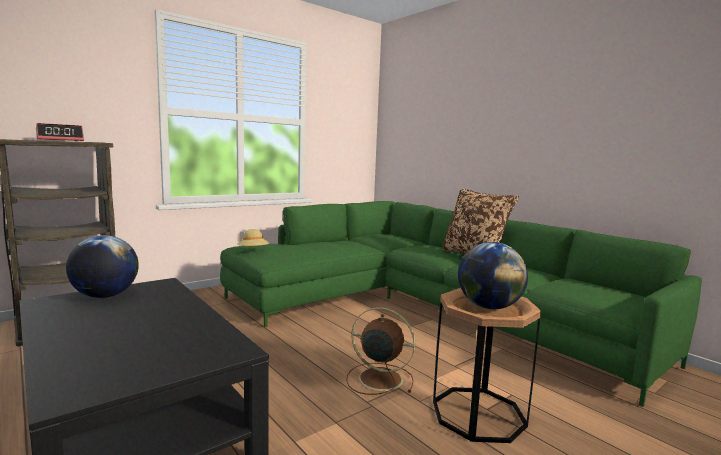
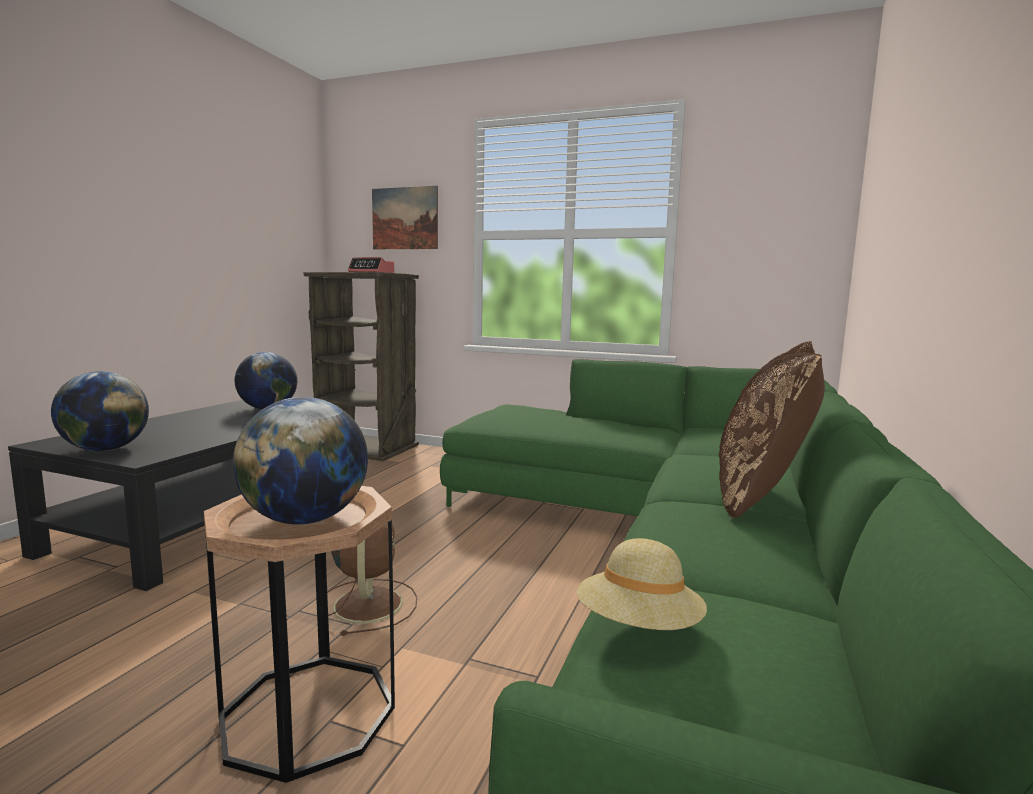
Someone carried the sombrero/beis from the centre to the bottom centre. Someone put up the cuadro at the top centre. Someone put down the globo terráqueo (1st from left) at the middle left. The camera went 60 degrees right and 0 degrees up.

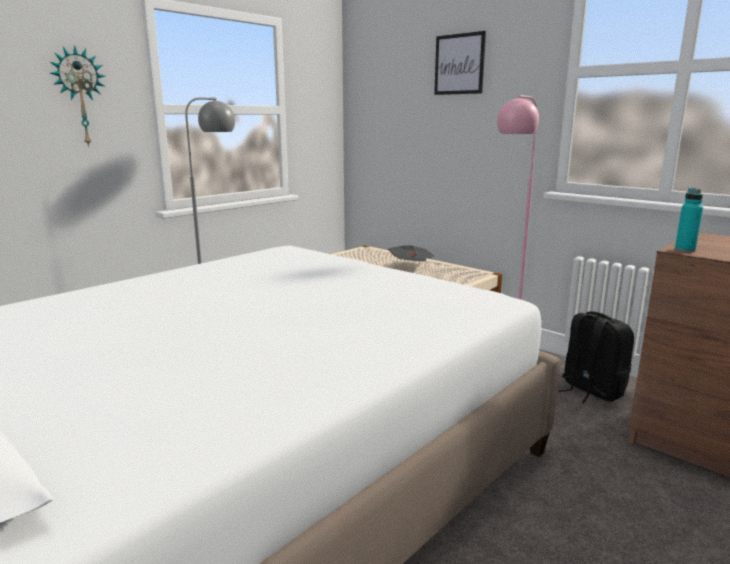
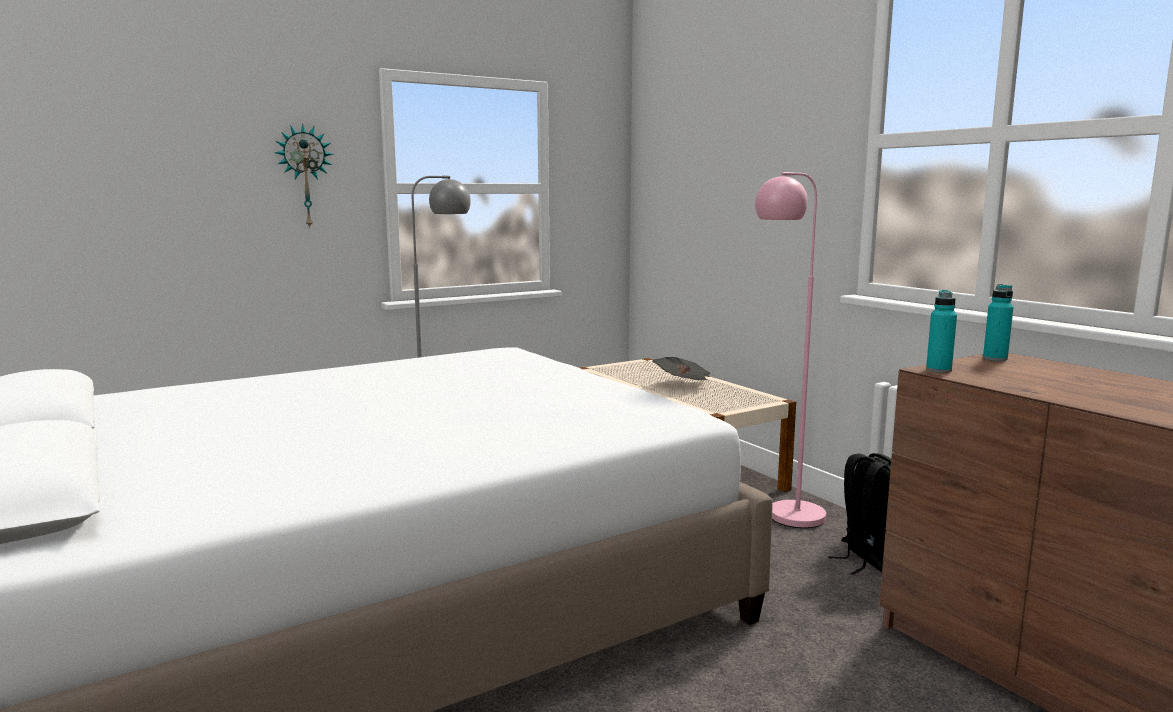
Someone took away the cuadro at the top centre. Someone put down the botella/turquesa (2nd from left) at the middle right. The camera went 15 degrees right and 5 degrees down.

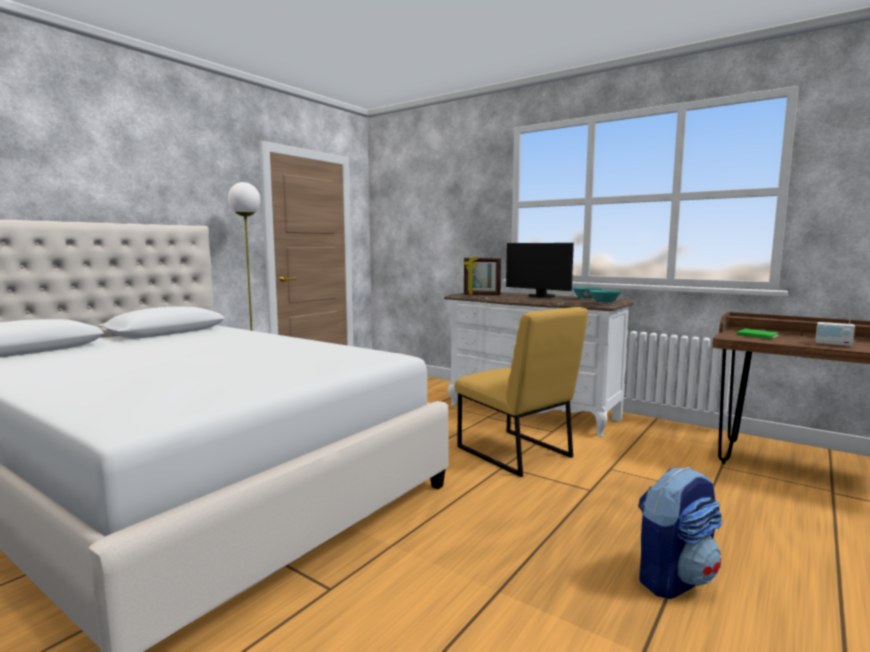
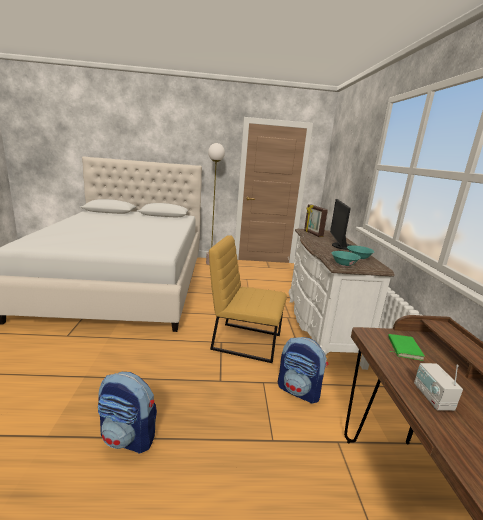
Someone rotated the silla/amarillo at the centre by 90 degrees clockwise. Someone put down the mochila (2nd from left) at the bottom centre. The camera went 50 degrees right and 10 degrees up.

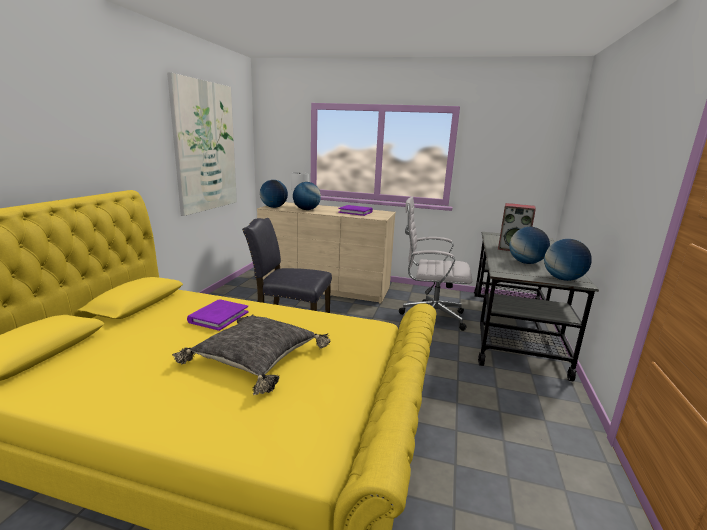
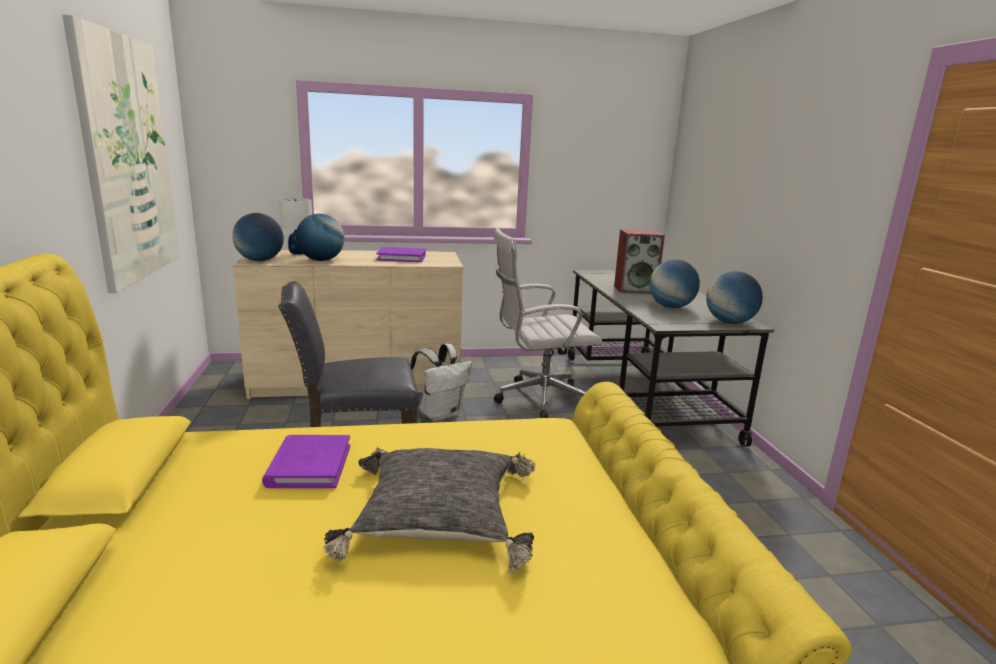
Someone put down the mochila/blanco at the centre. The camera went 25 degrees left and 0 degrees up.

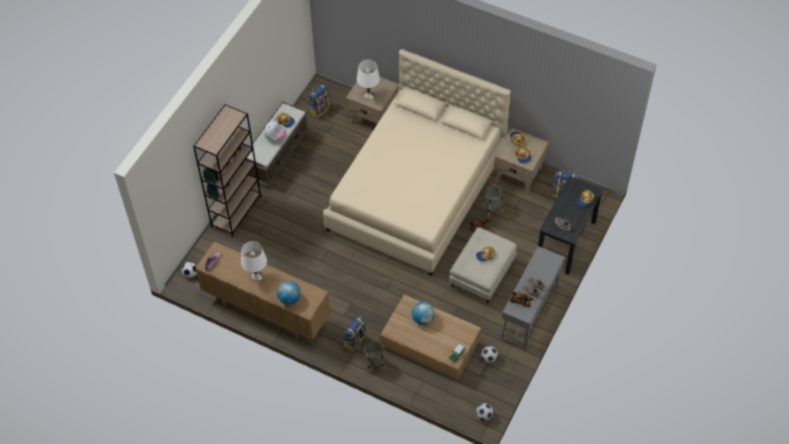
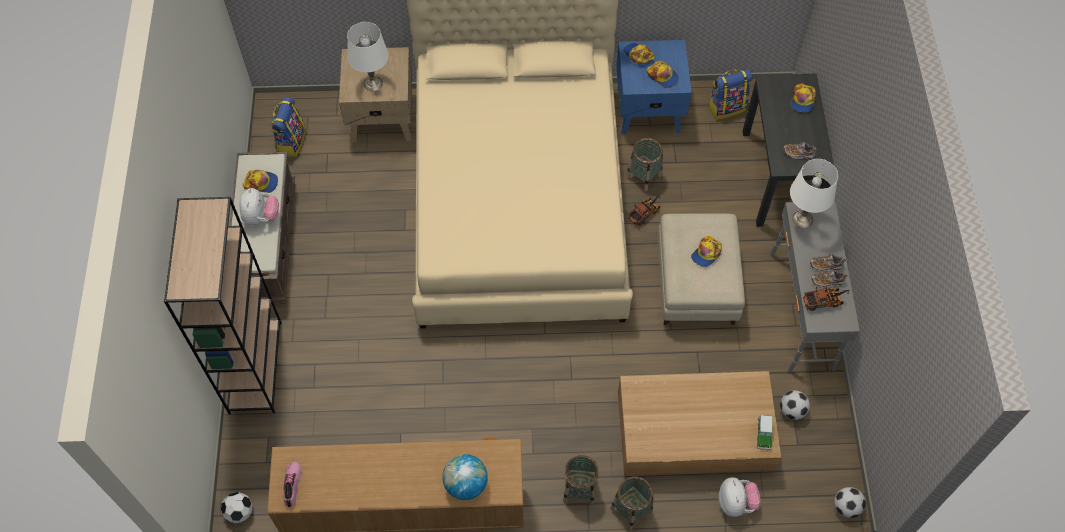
Someone repainted the mesita de noche/beis (2nd from left) at the centre, which became the mesita de noche/azul at the top centre. Someone carried the lámpara de mesa/blanco (1st from left in the first image) from the middle left to the middle right. Someone took away the globo terráqueo (2nd from left) at the bottom centre. Someone swapped the mochila (2nd from left) at the bottom centre for the cesta (1st from left) at the bottom centre. Someone put down the peluche (2nd from left) at the bottom right. The camera went 30 degrees left and 5 degrees up.

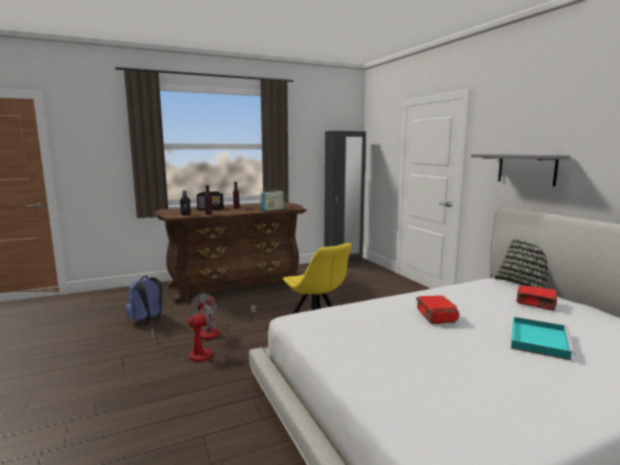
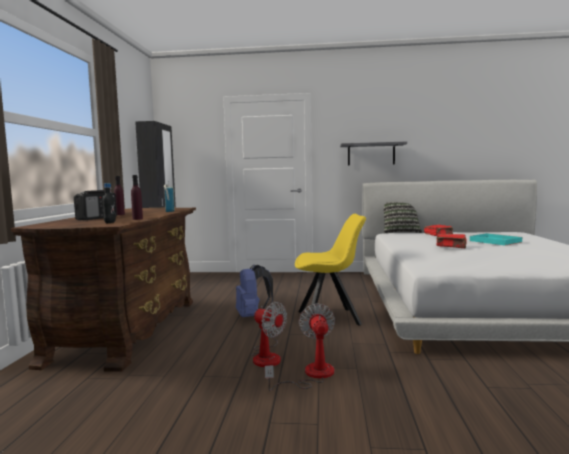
Someone carried the mochila/azul from the middle left to the centre. The camera went 60 degrees left and 5 degrees down.

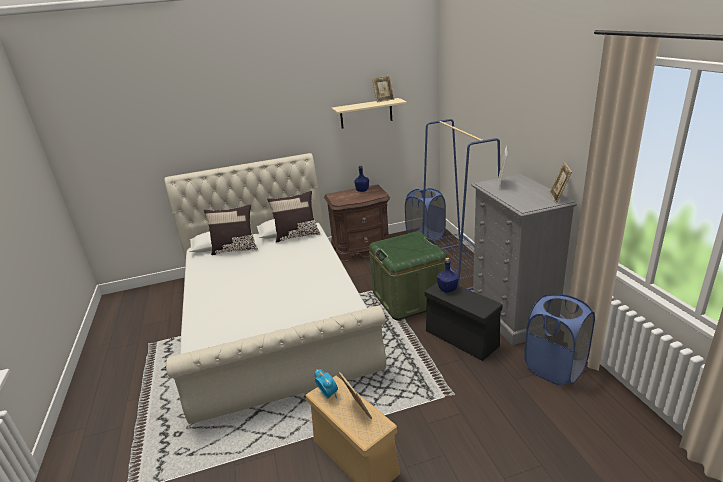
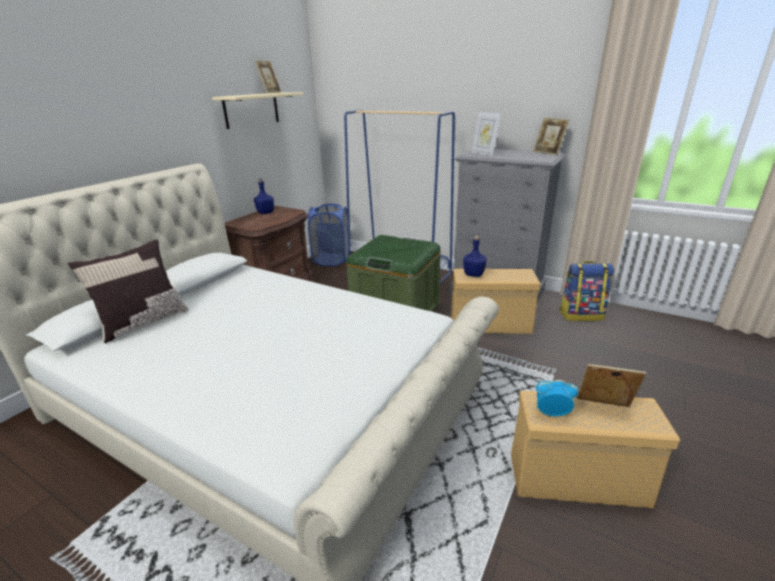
Someone took away the cojín (2nd from left) at the centre. Someone repainted the caja de almacenaje/negro at the bottom centre, which became the caja de almacenaje/beis (1st from left) at the centre. Someone swapped the cesto de la ropa/azul (2nd from left) at the bottom right for the mochila at the middle right. The camera went 45 degrees left and 0 degrees up.

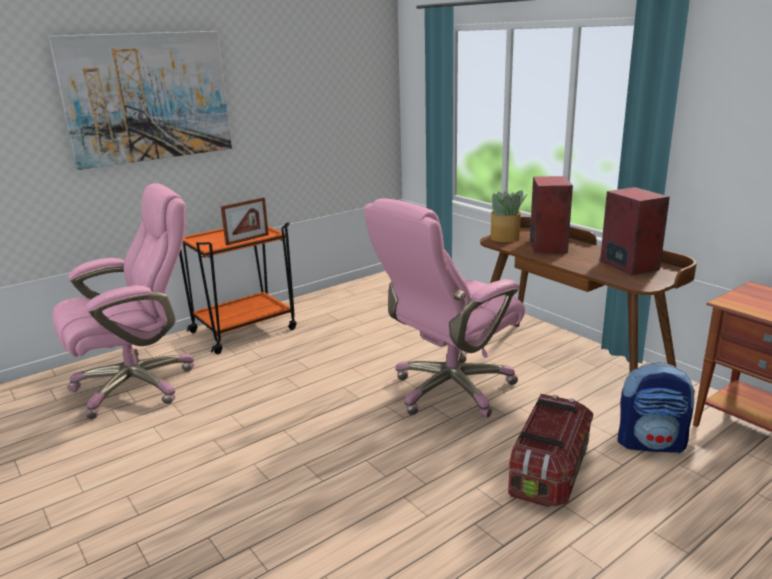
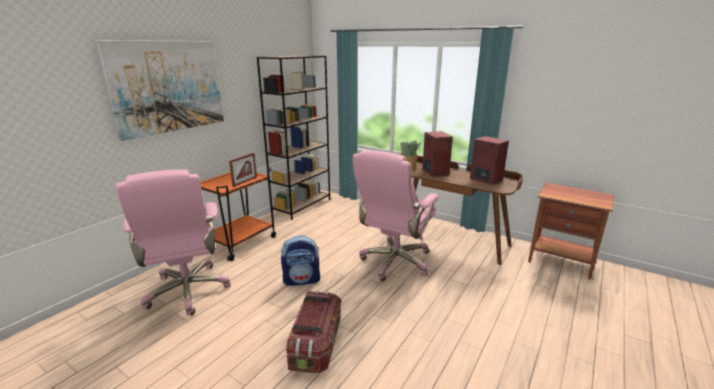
Someone rotated the silla de oficina/rosa (1st from left) at the middle left by 120 degrees clockwise. Someone carried the mochila from the bottom right to the bottom centre. Someone carried the caja de almacenaje from the bottom right to the bottom centre. Someone put down the estantería/beis at the centre. The camera went 20 degrees left and 0 degrees up.

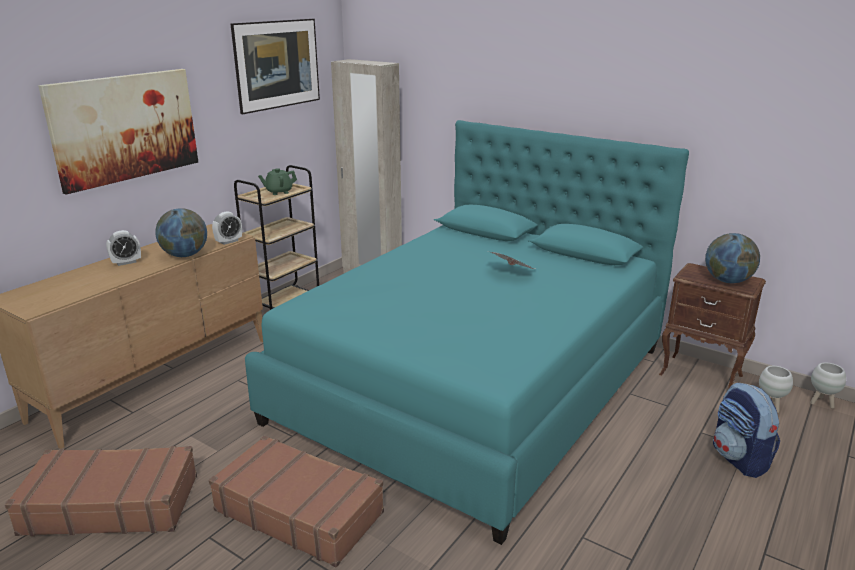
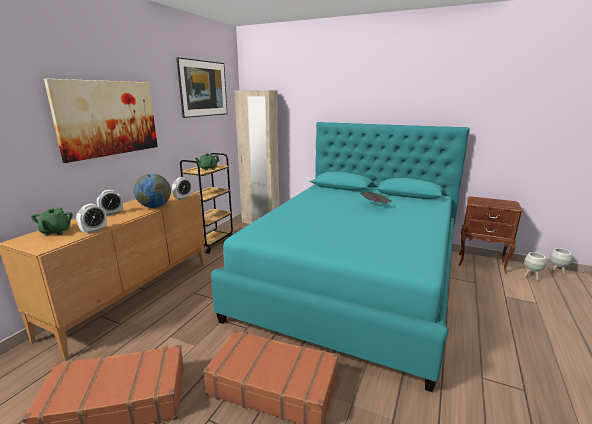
Someone took away the globo terráqueo (2nd from left) at the middle right. Someone took away the mochila at the bottom right. Someone put down the despertador (1st from left) at the middle left. Someone put down the tetera/verde (1st from left) at the middle left. The camera went 10 degrees left and 5 degrees down.

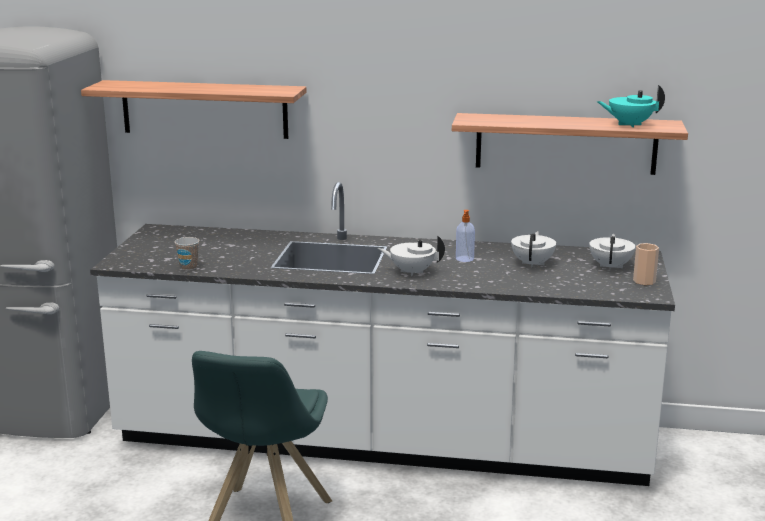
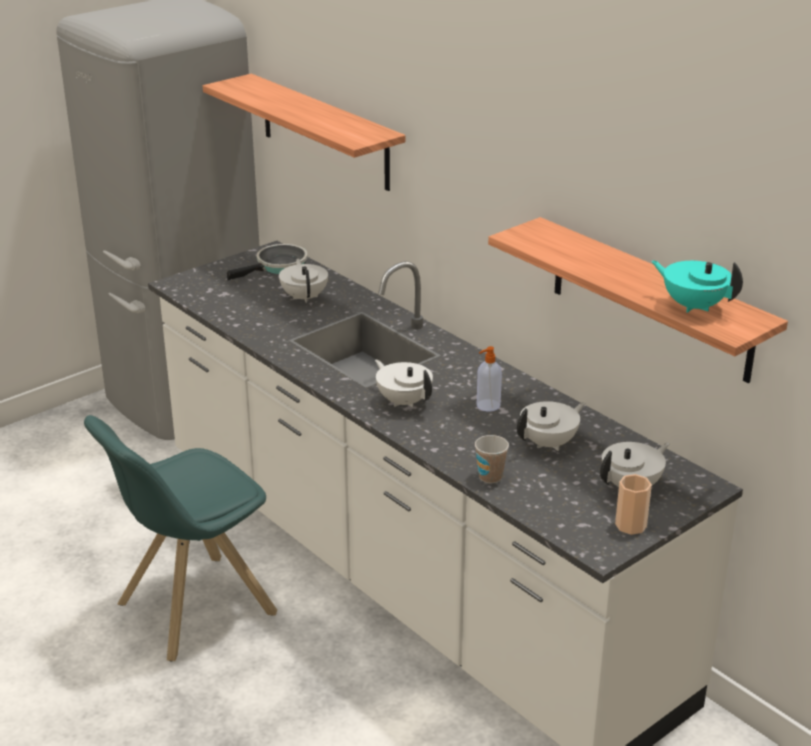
Someone carried the taza (1st from left) from the middle left to the centre. Someone put down the sartén at the middle left. Someone put down the tetera/blanco (1st from left) at the centre. The camera went 40 degrees right and 10 degrees up.

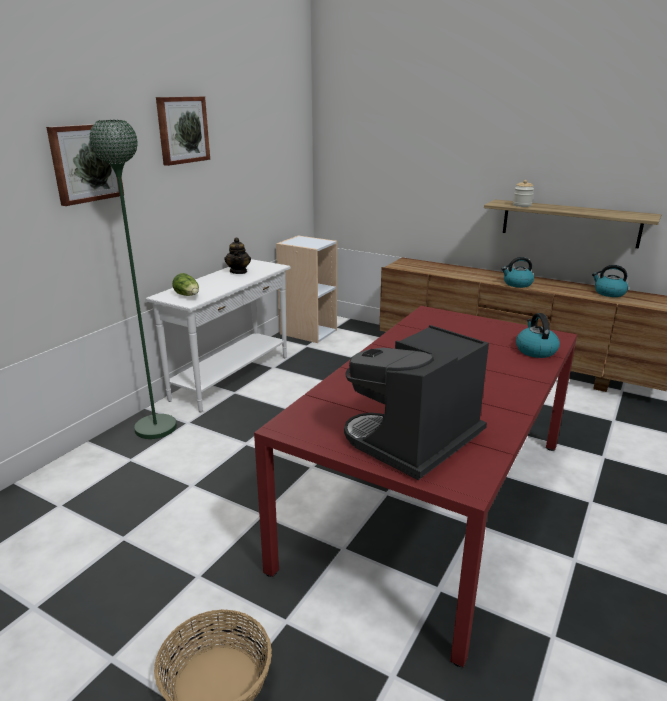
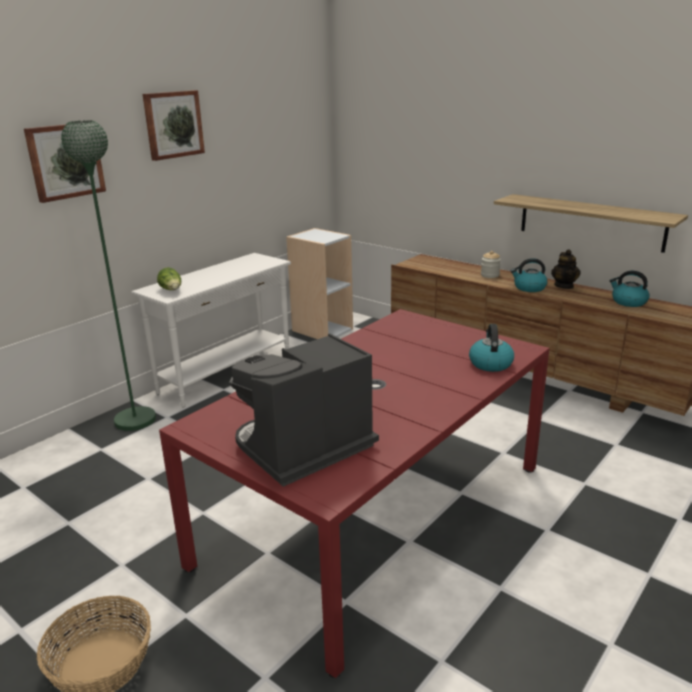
Someone carried the tarro from the top right to the middle right. Someone carried the tetera from the centre to the middle right. The camera went 10 degrees right and 0 degrees up.

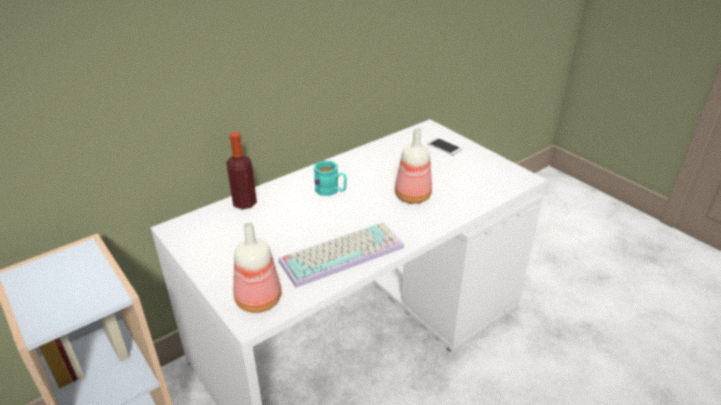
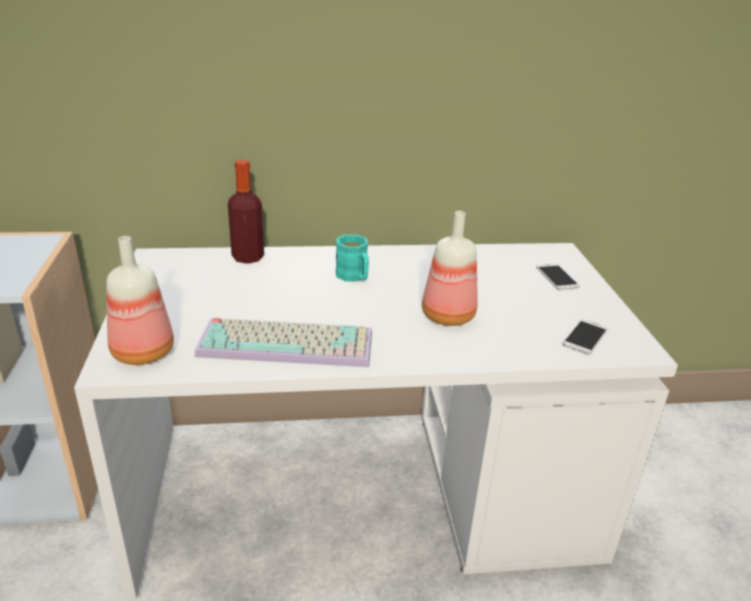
Someone put down the móvil (2nd from left) at the middle right. The camera went 30 degrees right and 5 degrees down.

